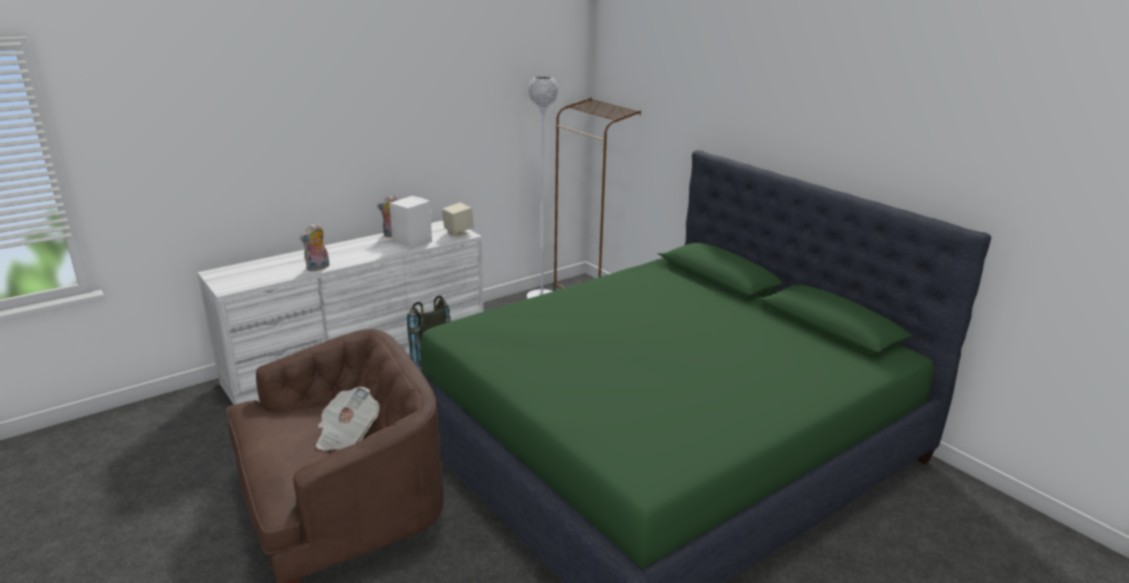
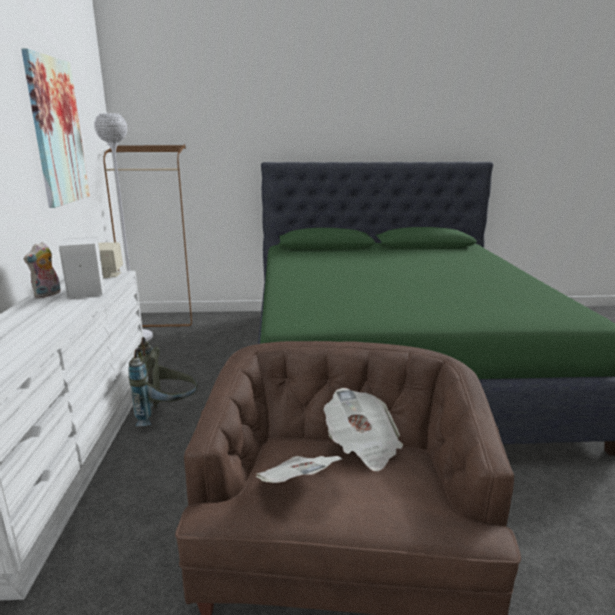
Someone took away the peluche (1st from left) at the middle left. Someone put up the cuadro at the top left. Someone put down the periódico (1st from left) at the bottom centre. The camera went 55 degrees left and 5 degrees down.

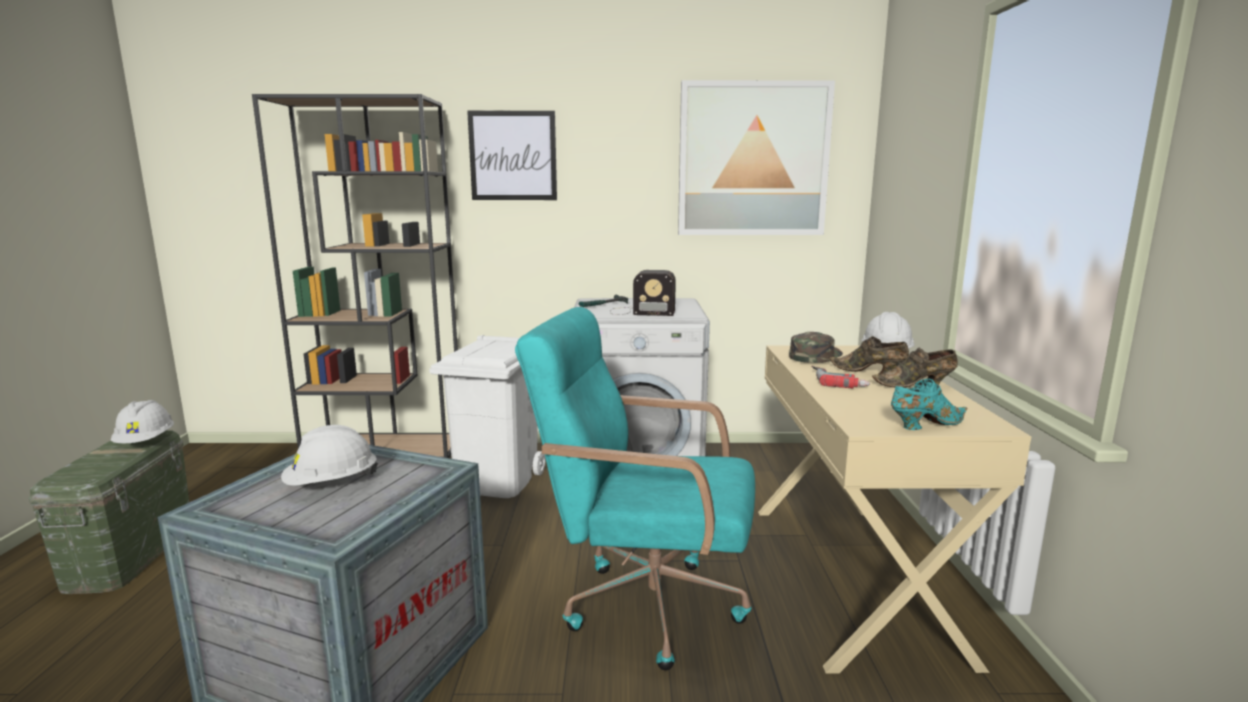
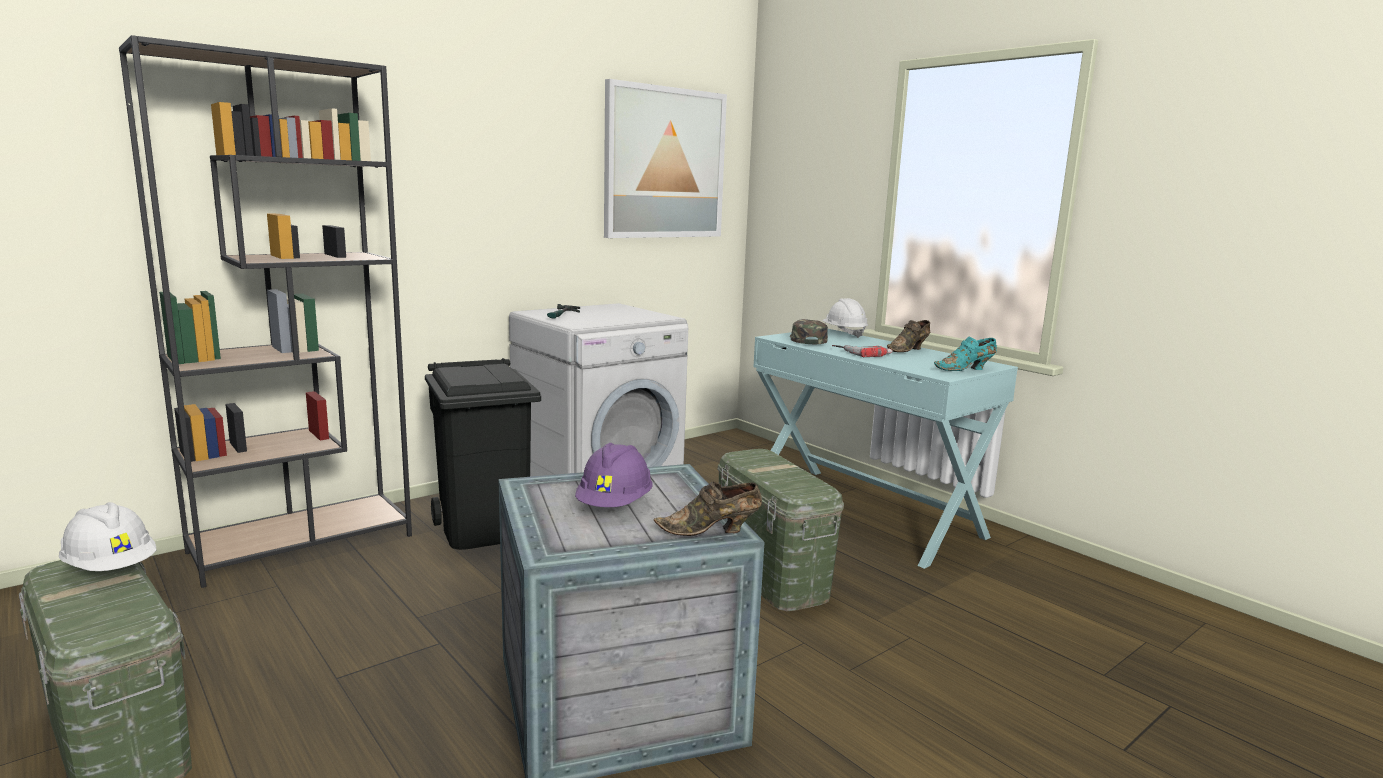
Someone took away the cuadro (1st from left) at the top centre. Someone took away the radio at the centre. Someone swapped the silla de oficina/turquesa at the bottom centre for the caja de almacenaje/verde (2nd from left) at the bottom centre. Someone repainted the papelera/blanco at the centre, which became the papelera/negro at the centre. Someone carried the zapato/marrón (1st from left) from the middle right to the centre. Someone repainted the escritorio/beis at the bottom right, which became the escritorio/turquesa at the centre. Someone rotated the zapato/turquesa at the middle right by 135 degrees counterclockwise. Someone repainted the casco/blanco (2nd from left) at the middle left, which became the casco/morado at the centre. The camera went 40 degrees left and 0 degrees up.

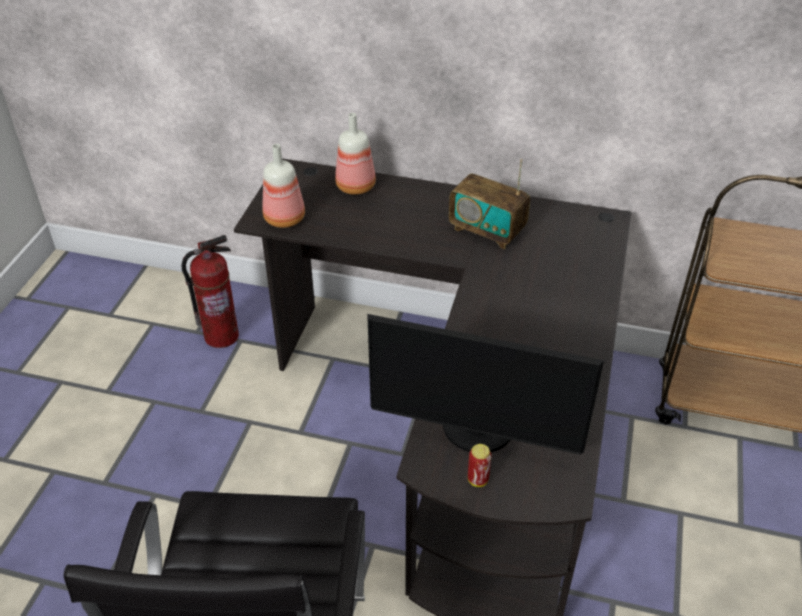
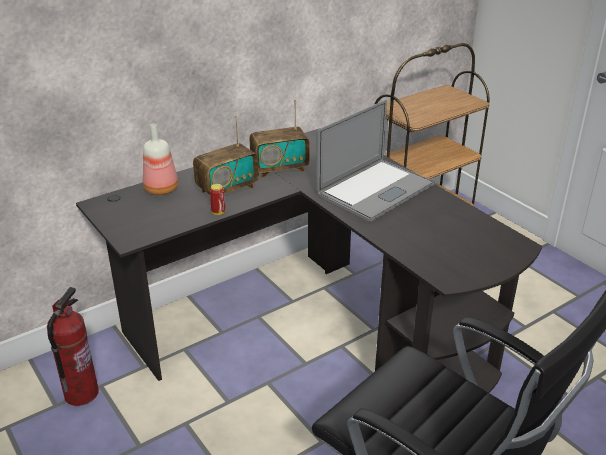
Someone took away the botella (1st from left) at the top centre. Someone took away the monitor at the centre. Someone carried the lata from the bottom centre to the centre. Someone put down the portátil at the centre. Someone put down the radio (1st from left) at the centre. The camera went 50 degrees left and 10 degrees down.

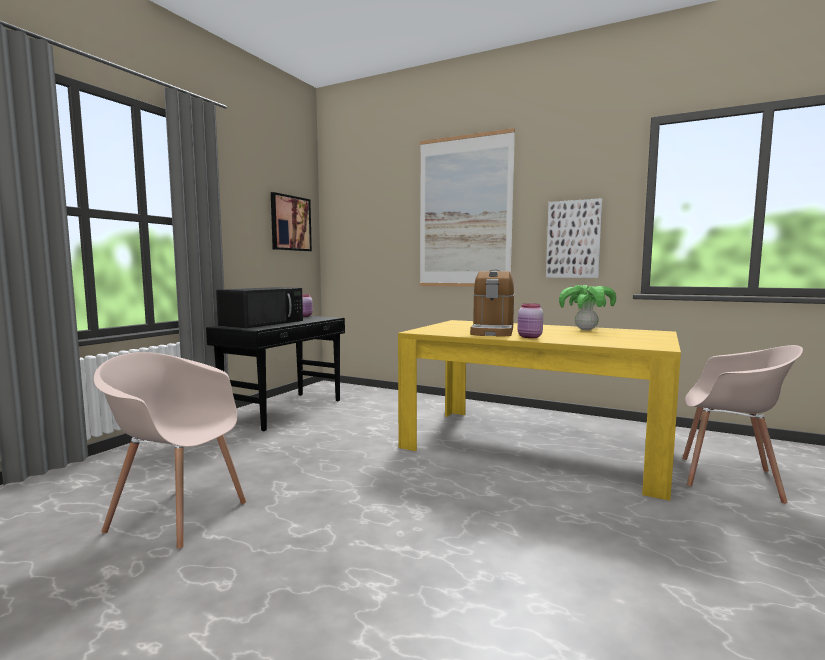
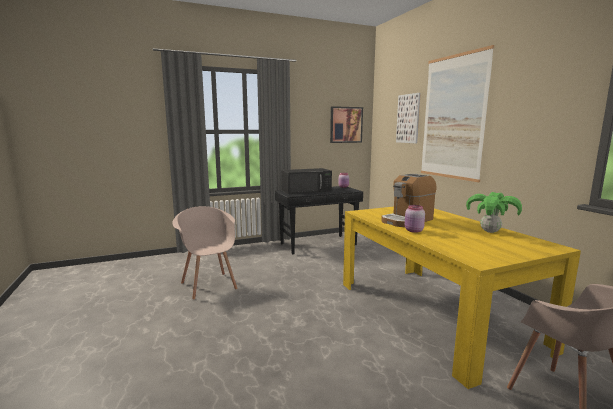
Someone carried the cuadro (3rd from left in the first image) from the middle right to the top centre. The camera went 40 degrees right and 5 degrees up.

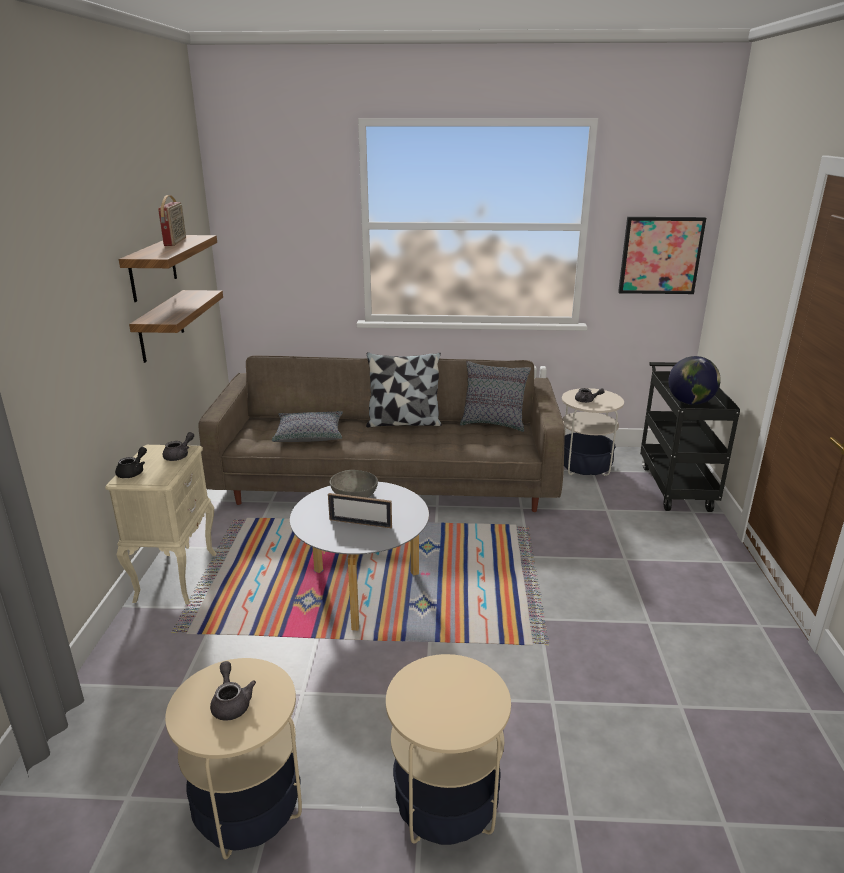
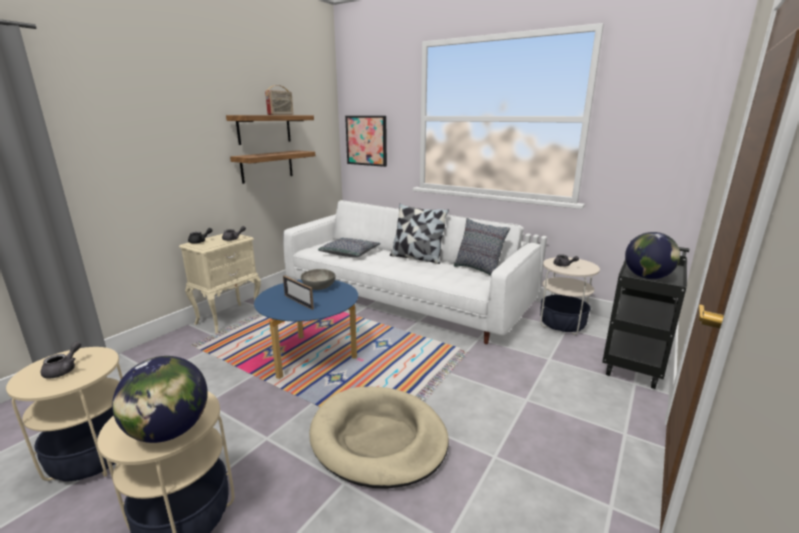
Someone carried the cuadro from the top right to the top centre. Someone repainted the sofá/marrón at the centre, which became the sofá/blanco at the centre. Someone repainted the mesa de centro/gris at the centre, which became the mesa de centro/azul at the centre. Someone put down the globo terráqueo (1st from left) at the bottom left. Someone put down the cama para perro/beis at the bottom centre. The camera went 30 degrees right and 5 degrees down.

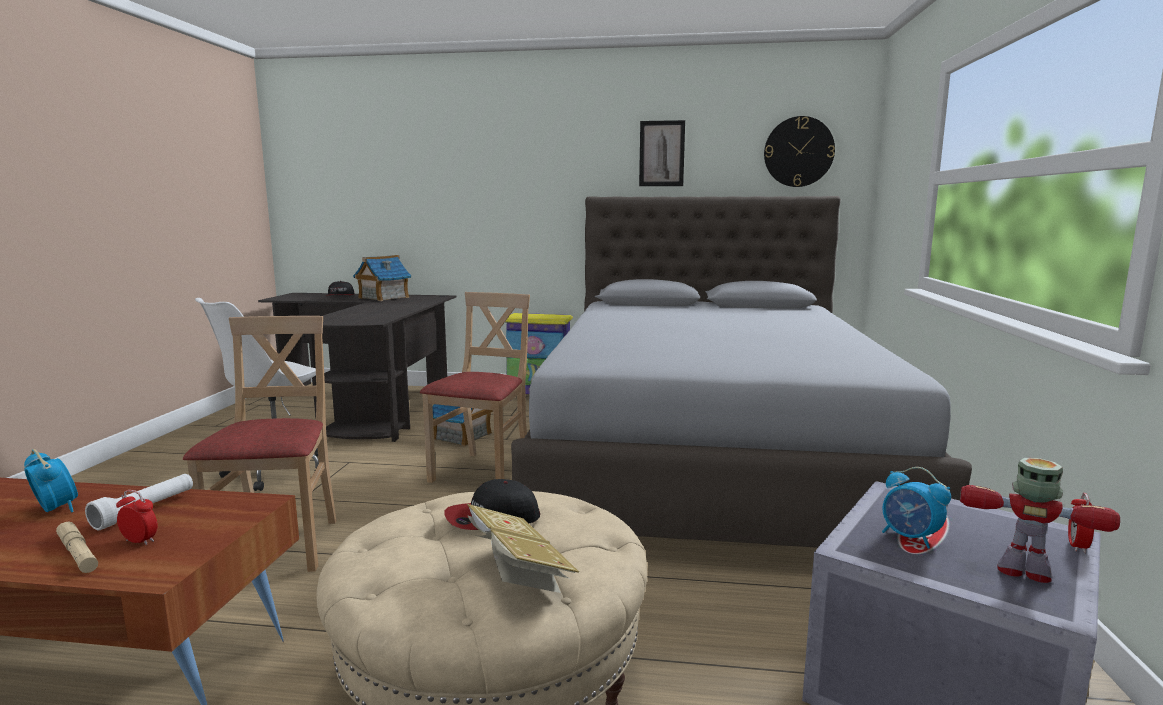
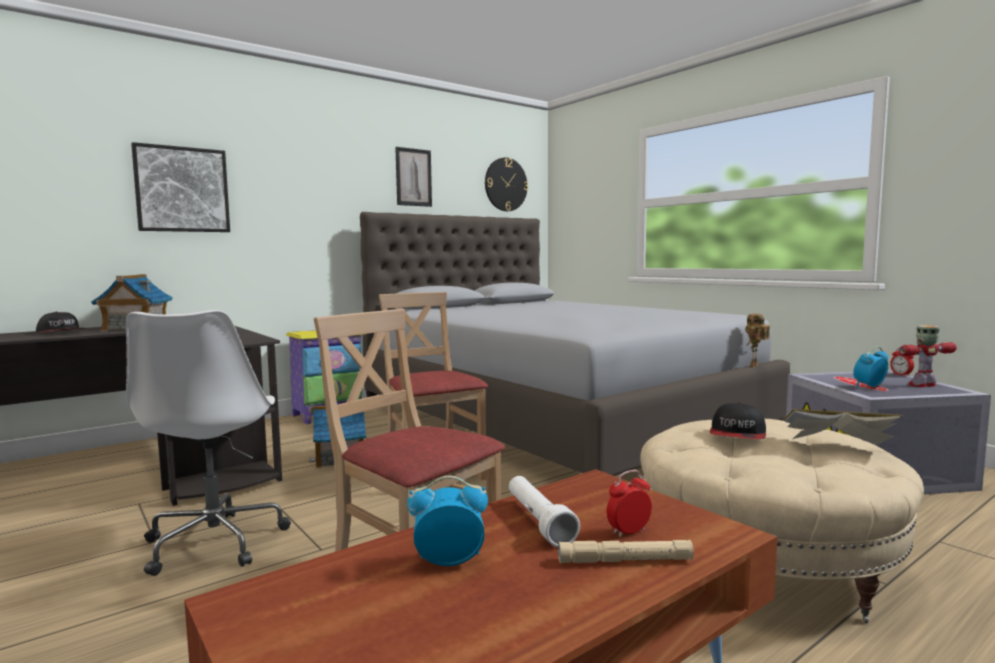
Someone rotated the despertador (3rd from left) at the bottom right by 150 degrees clockwise. Someone put up the cuadro (1st from left) at the top left. Someone put down the robot de juguete (1st from left) at the middle right. The camera went 45 degrees left and 5 degrees down.

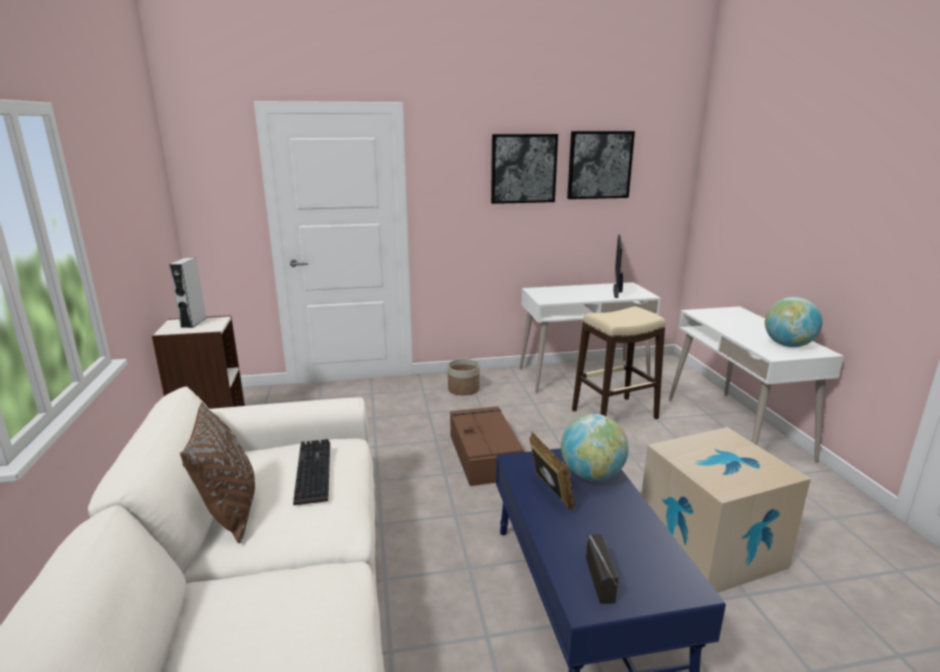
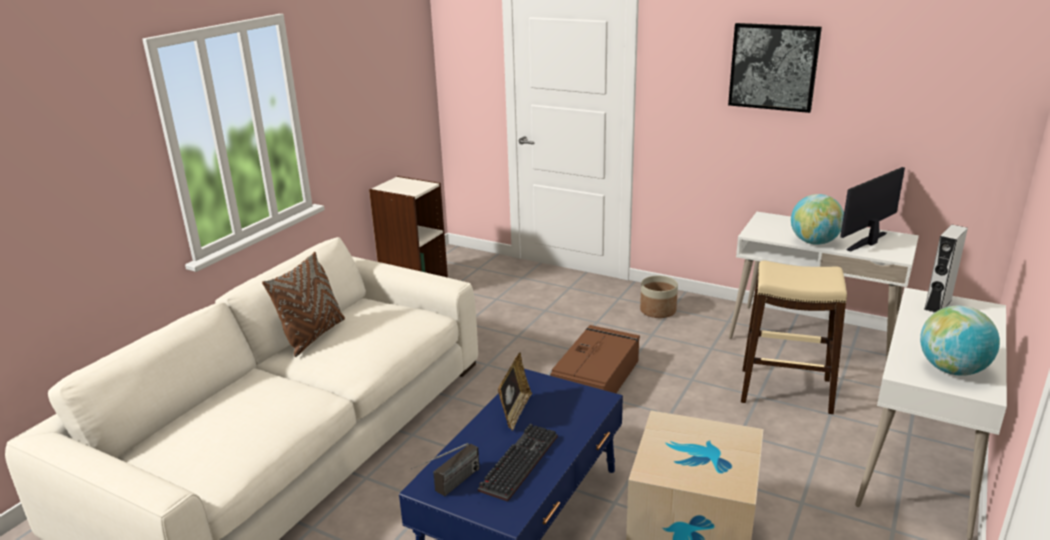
Someone took away the cuadro (2nd from left) at the top centre. Someone carried the altavoz/gris from the middle left to the middle right. Someone carried the globo terráqueo (1st from left) from the centre to the middle right. Someone carried the teclado from the bottom left to the bottom centre. The camera went 40 degrees right and 5 degrees up.

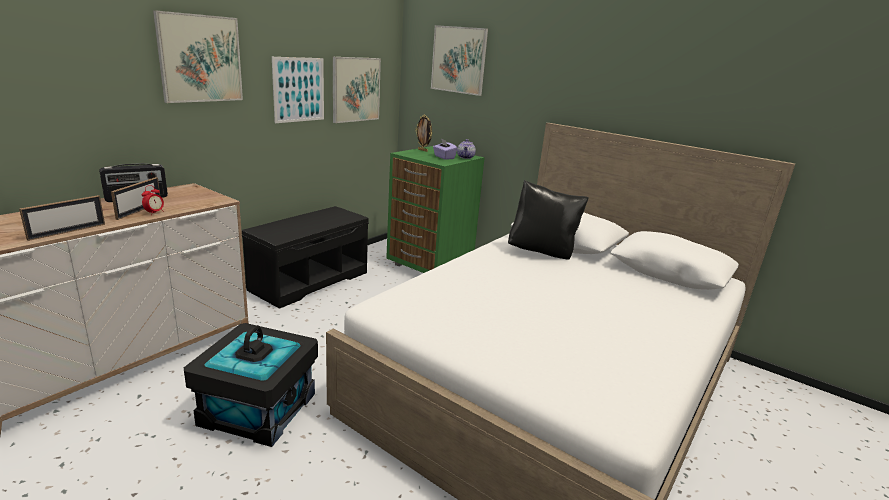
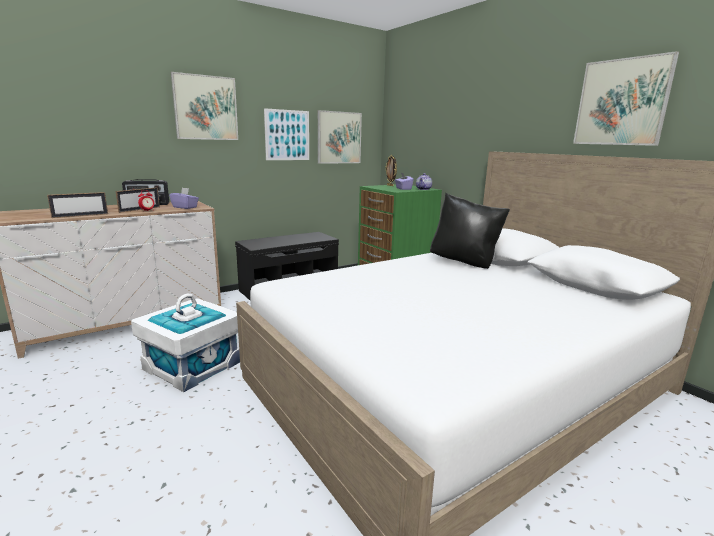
Someone carried the cuadro (4th from left) from the top centre to the top right. Someone repainted the caja de almacenaje/negro at the bottom left, which became the caja de almacenaje/blanco at the middle left. Someone put down the caja de pañuelos/morado (1st from left) at the middle left. The camera went 20 degrees right and 5 degrees down.

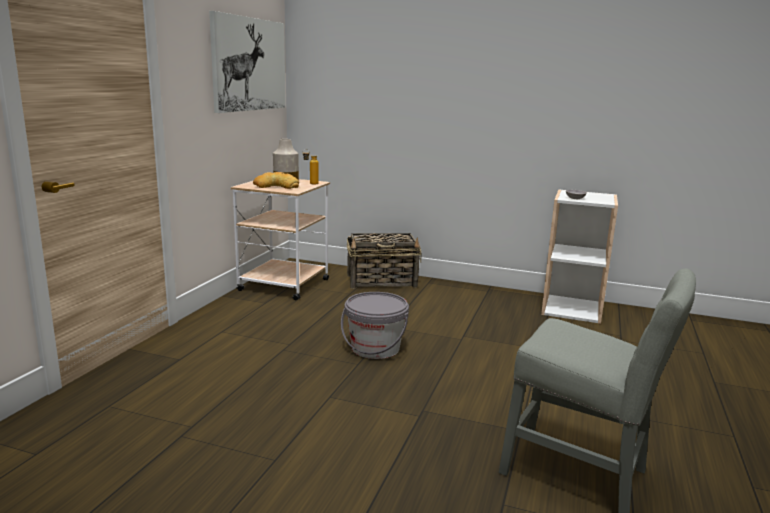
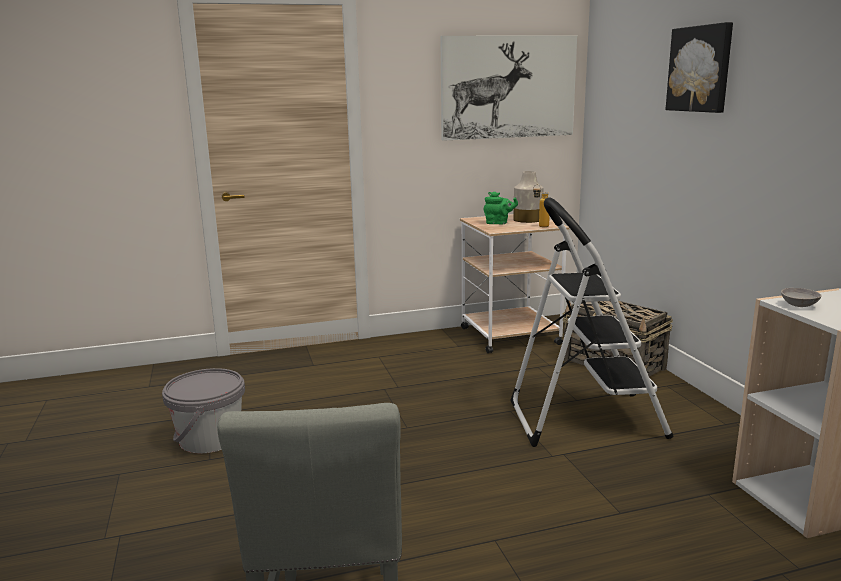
Someone swapped the pan at the centre for the tetera/verde at the centre. Someone carried the cubo/gris from the centre to the bottom left. Someone put up the cuadro (2nd from left) at the top right. Someone put down the escalera de tijera at the middle right. The camera went 55 degrees right and 0 degrees up.

